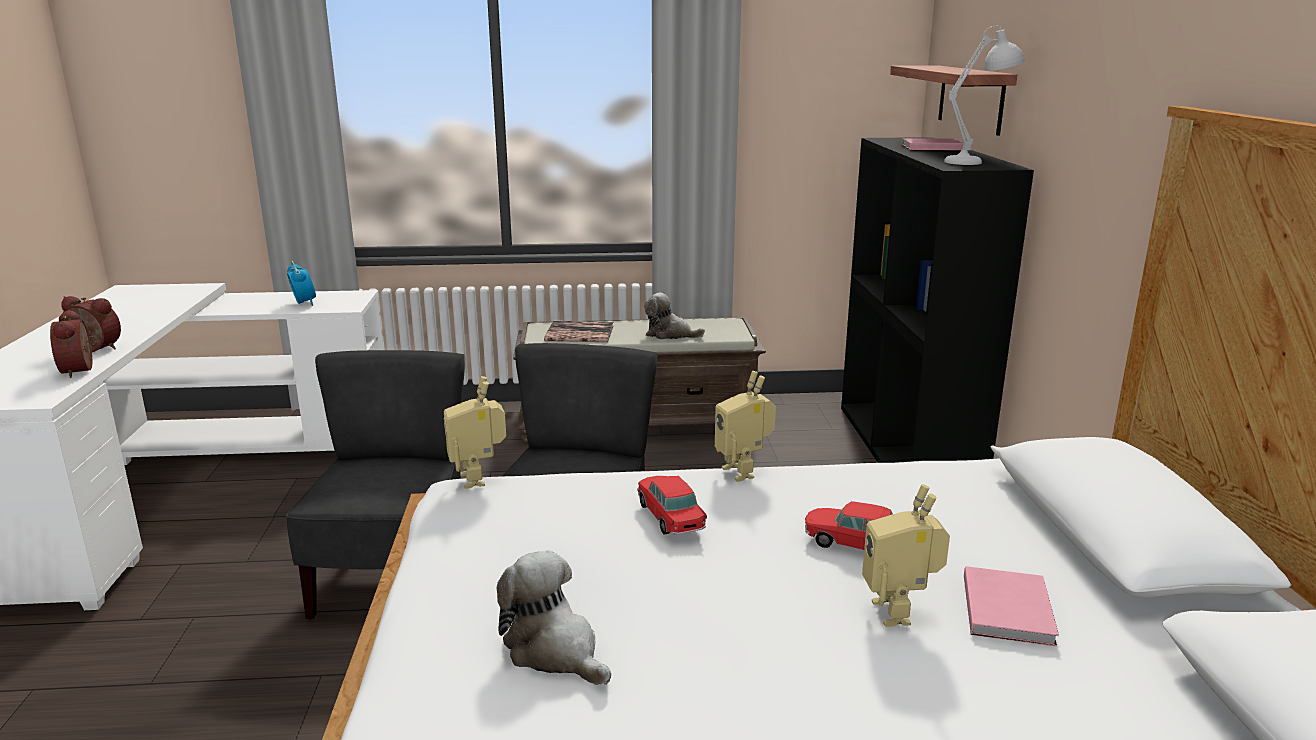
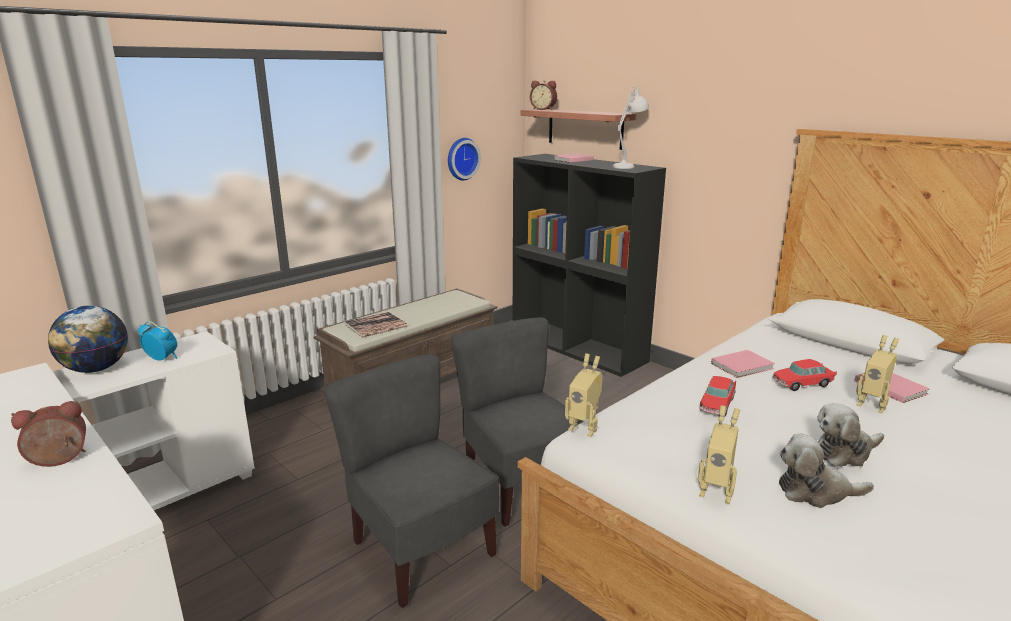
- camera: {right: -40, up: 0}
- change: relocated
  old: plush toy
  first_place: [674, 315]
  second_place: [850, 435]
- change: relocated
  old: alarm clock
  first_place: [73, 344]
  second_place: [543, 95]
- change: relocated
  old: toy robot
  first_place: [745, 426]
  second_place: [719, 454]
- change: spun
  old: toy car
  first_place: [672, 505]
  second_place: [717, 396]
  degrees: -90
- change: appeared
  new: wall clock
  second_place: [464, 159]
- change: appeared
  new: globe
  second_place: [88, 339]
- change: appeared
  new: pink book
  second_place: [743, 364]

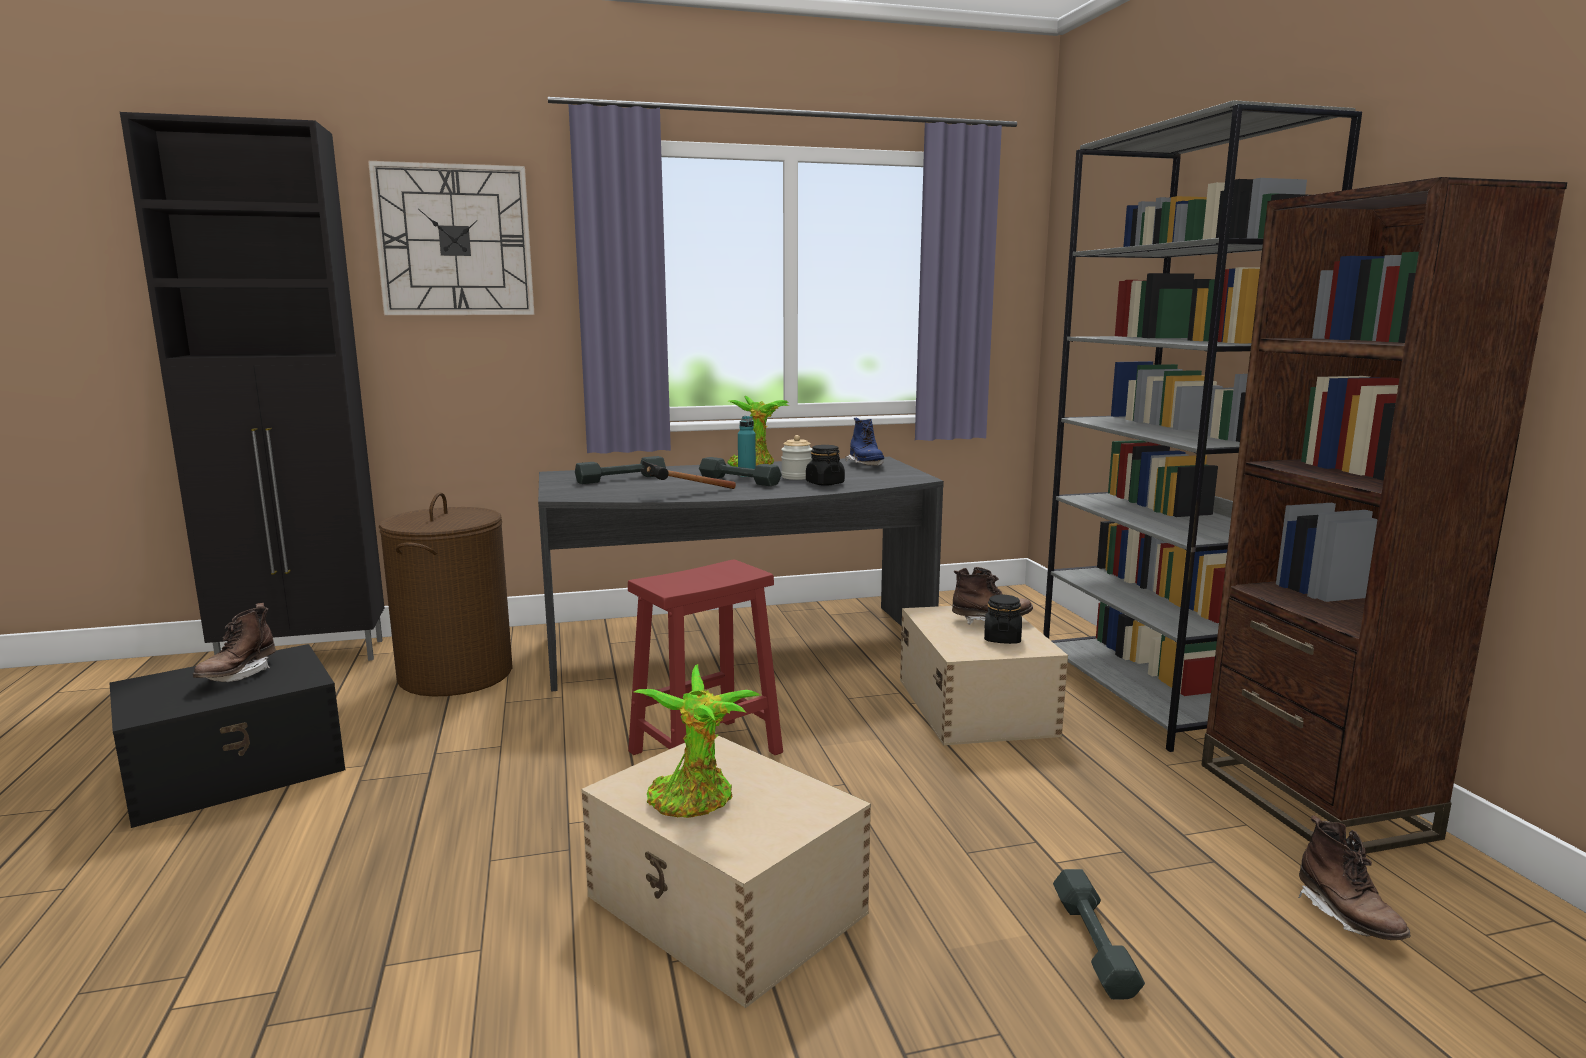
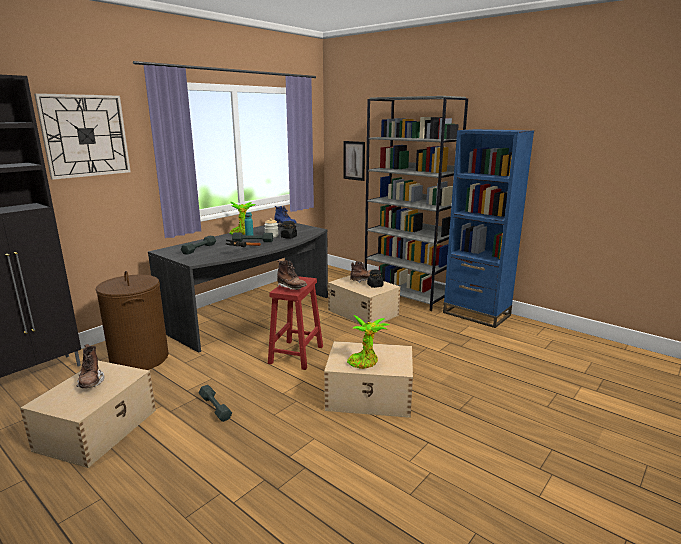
- camera: {right: -35, up: 5}
- change: colour
  old: brown bookcase
  new: blue bookcase
  first_place: [1384, 515]
  second_place: [488, 228]
- change: colour
  old: black storage box
  new: beige storage box
  first_place: [227, 736]
  second_place: [88, 414]
- change: relocated
  old: brown boot
  first_place: [1354, 877]
  second_place: [292, 275]
- change: relocated
  old: grey dumbbell
  first_place: [1099, 934]
  second_place: [215, 403]
- change: appeared
  new: picture
  second_place: [354, 161]

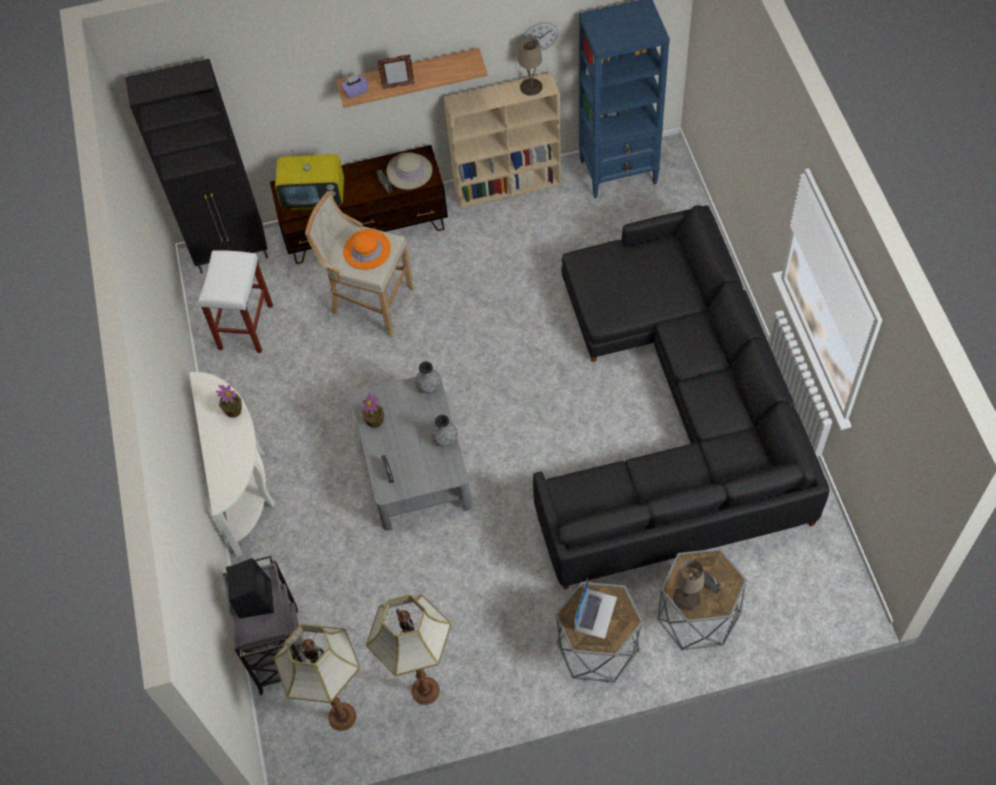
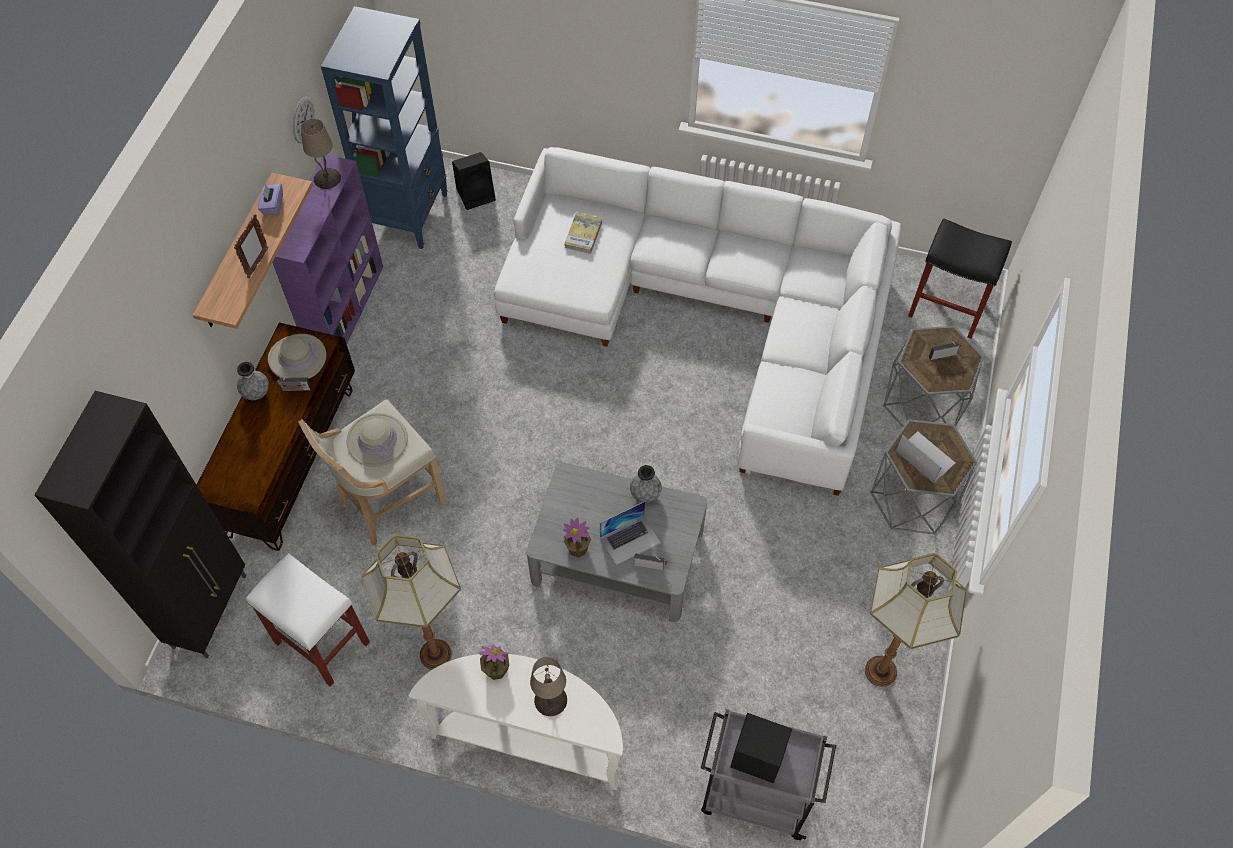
- camera: {right: -65, up: 0}
- change: colour
  old: beige bookcase
  new: purple bookcase
  first_place: [502, 140]
  second_place: [327, 249]
- change: relocated
  old: purple tissue box
  first_place: [354, 86]
  second_place: [270, 199]
- change: missing
  old: television
  first_place: [309, 179]
- change: colour
  old: black sofa
  new: white sofa
  first_place: [681, 397]
  second_place: [697, 321]
- change: colour
  old: orange hat
  new: beige hat
  first_place: [367, 249]
  second_place: [377, 440]
- change: relocated
  old: grey vase
  first_place: [428, 377]
  second_place: [253, 381]
- change: relocated
  old: beige table lamp
  first_place: [689, 585]
  second_place: [548, 686]
- change: relocated
  old: floor lamp
  first_place: [317, 677]
  second_place: [411, 602]
- change: appeared
  new: black speaker
  second_place: [474, 181]
- change: appeared
  new: book
  second_place: [583, 233]
- change: appeared
  new: black stool
  second_place: [960, 279]
- change: appeared
  new: laptop
  second_place: [630, 533]

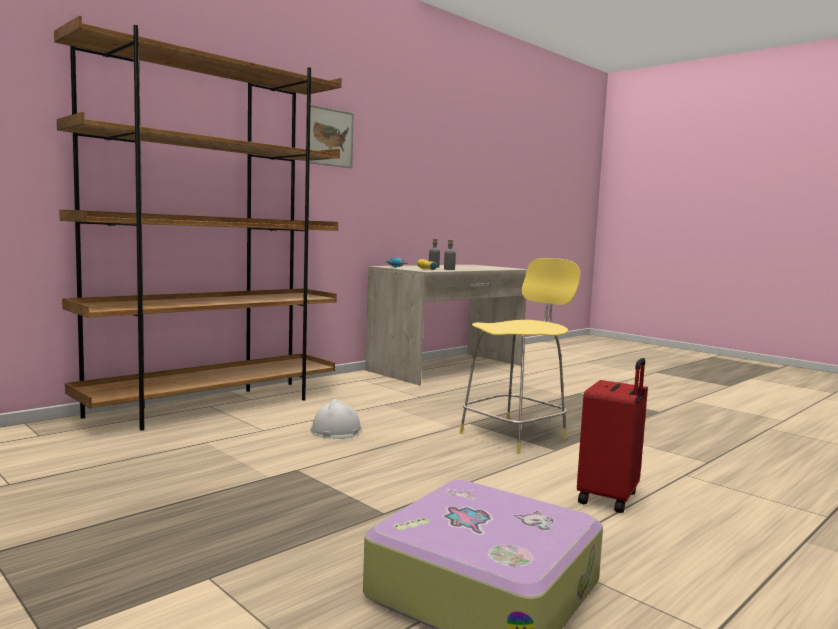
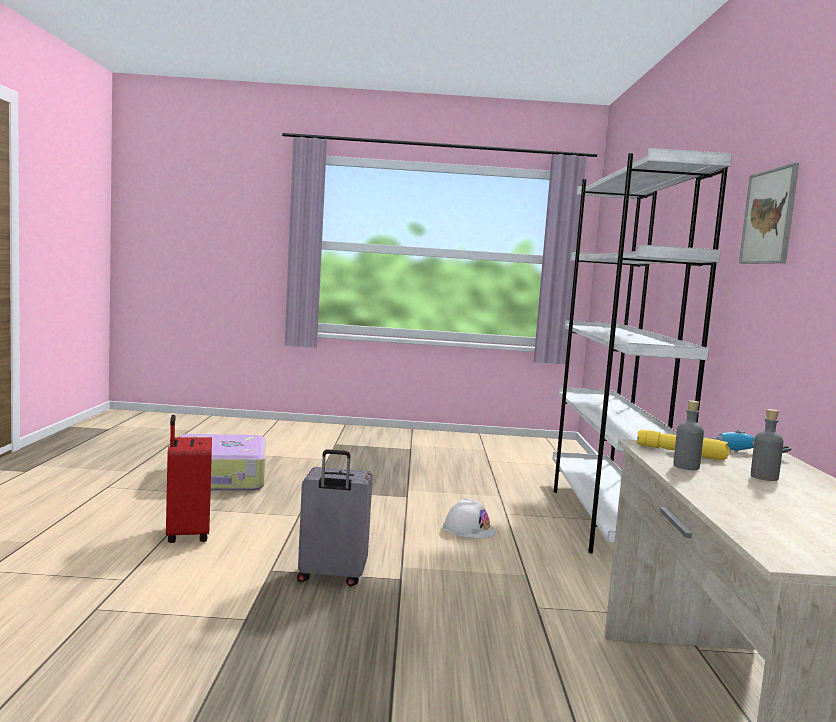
- camera: {right: 135, up: 0}
- change: colour
  old: brown bookcase
  new: white bookcase
  first_place: [198, 223]
  second_place: [642, 350]
- change: exchanged
  old: yellow stool
  new: grey suitcase
  first_place: [520, 356]
  second_place: [335, 517]

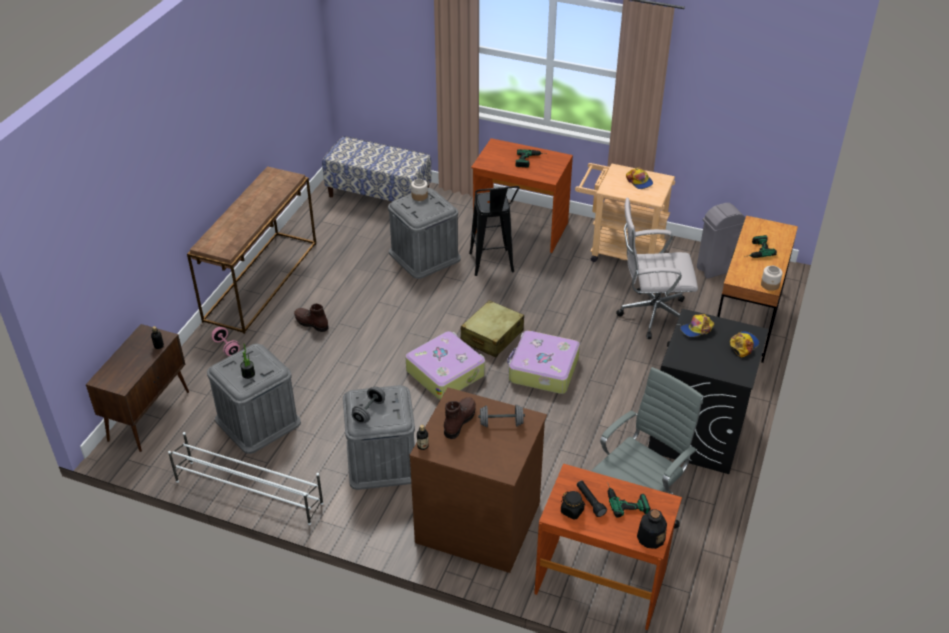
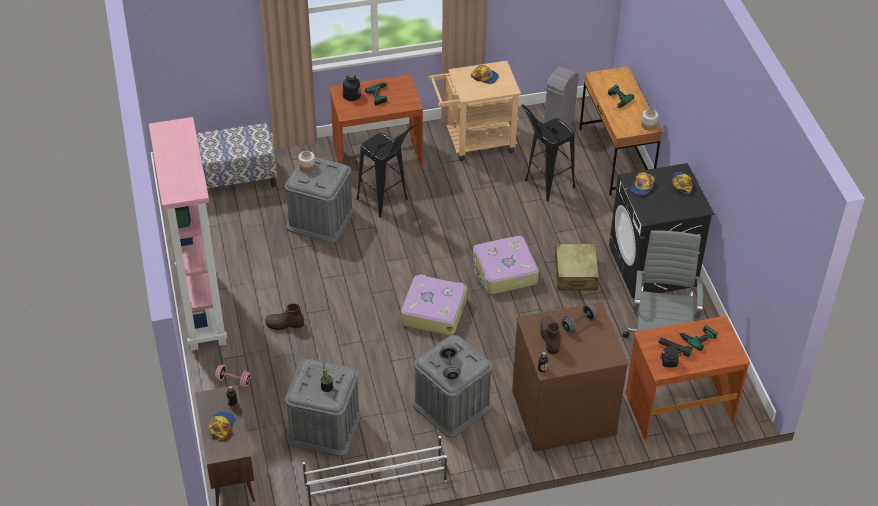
- camera: {right: -35, up: 5}
- change: exchanged
  old: brown console table
  new: pink bookcase
  first_place: [251, 250]
  second_place: [188, 234]
- change: exchanged
  old: white office chair
  new: black stool
  first_place: [657, 268]
  second_place: [548, 153]
- change: relocated
  old: beige suitcase
  first_place: [492, 328]
  second_place: [576, 267]
- change: relocated
  old: bottle
  first_place: [652, 529]
  second_place: [352, 87]
- change: appeared
  new: cap
  second_place: [222, 425]

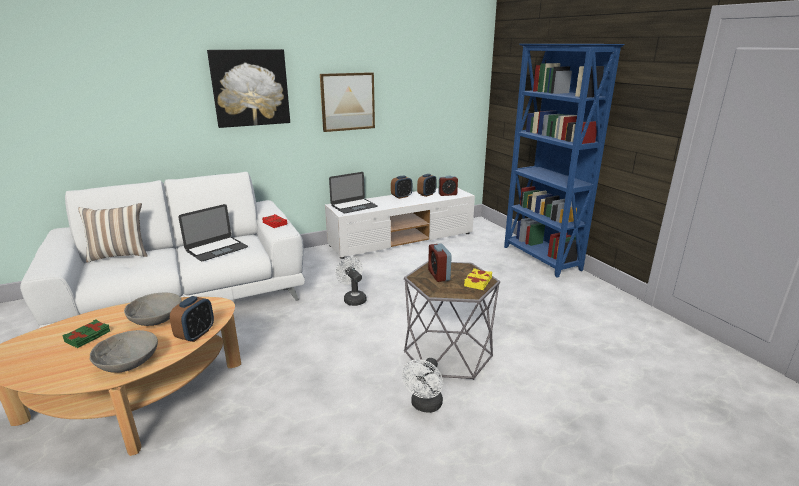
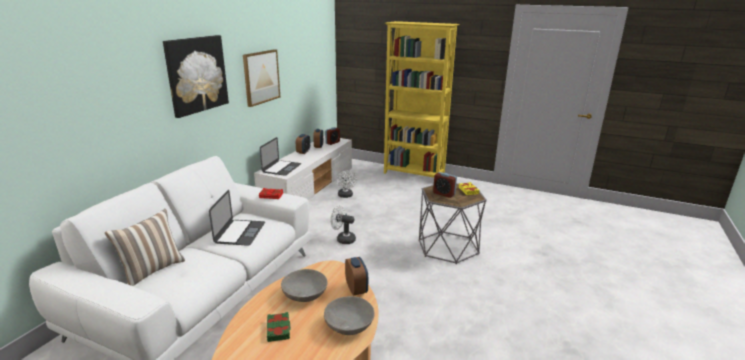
- camera: {right: -40, up: 0}
- change: colour
  old: blue bookcase
  new: yellow bookcase
  first_place: [564, 160]
  second_place: [421, 99]
- change: relocated
  old: white fan
  first_place: [422, 385]
  second_place: [347, 184]

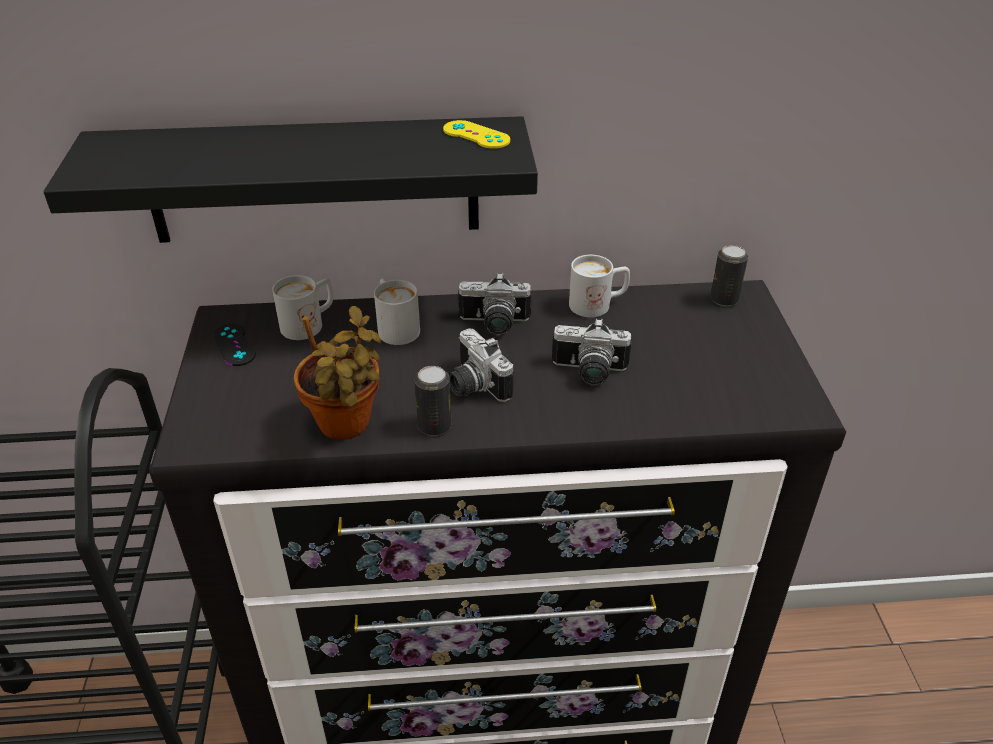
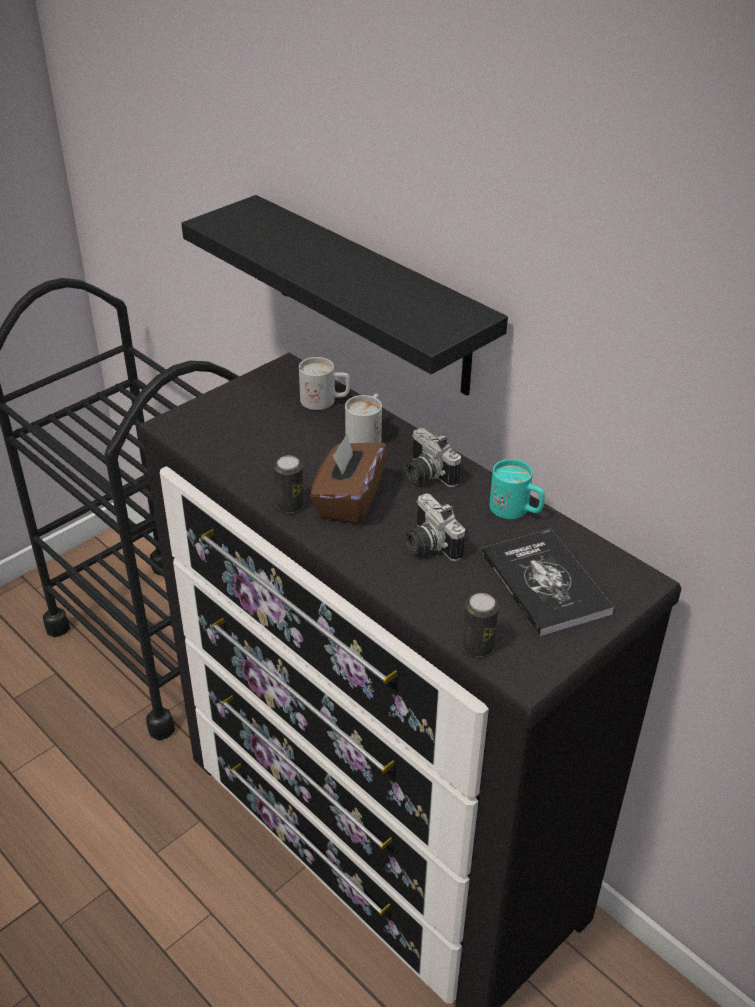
- camera: {right: 50, up: 0}
- change: missing
  old: yellow game controller
  first_place: [476, 134]
- change: relocated
  old: can
  first_place: [729, 275]
  second_place: [480, 625]
- change: colour
  old: white mug
  new: turquoise mug
  first_place: [599, 286]
  second_place: [517, 489]
- change: missing
  old: potted plant
  first_place: [338, 373]
- change: missing
  old: black game controller
  first_place: [234, 345]
- change: exchanged
  old: photo camera
  new: brown tissue box
  first_place: [481, 365]
  second_place: [348, 479]
- change: appeared
  new: book
  second_place: [547, 583]

